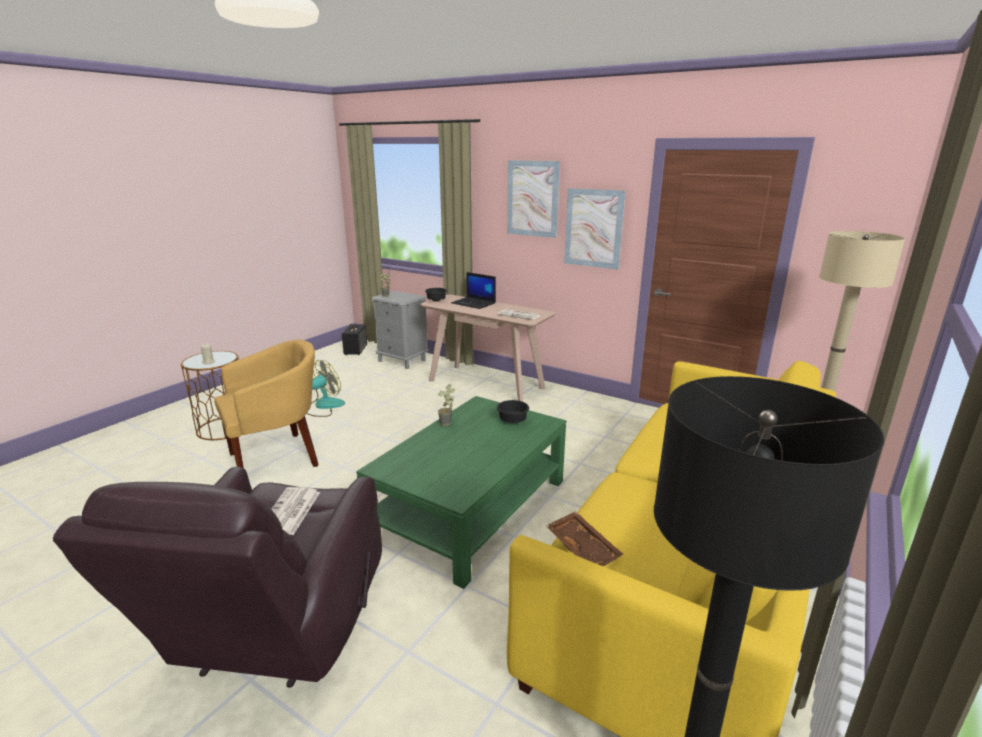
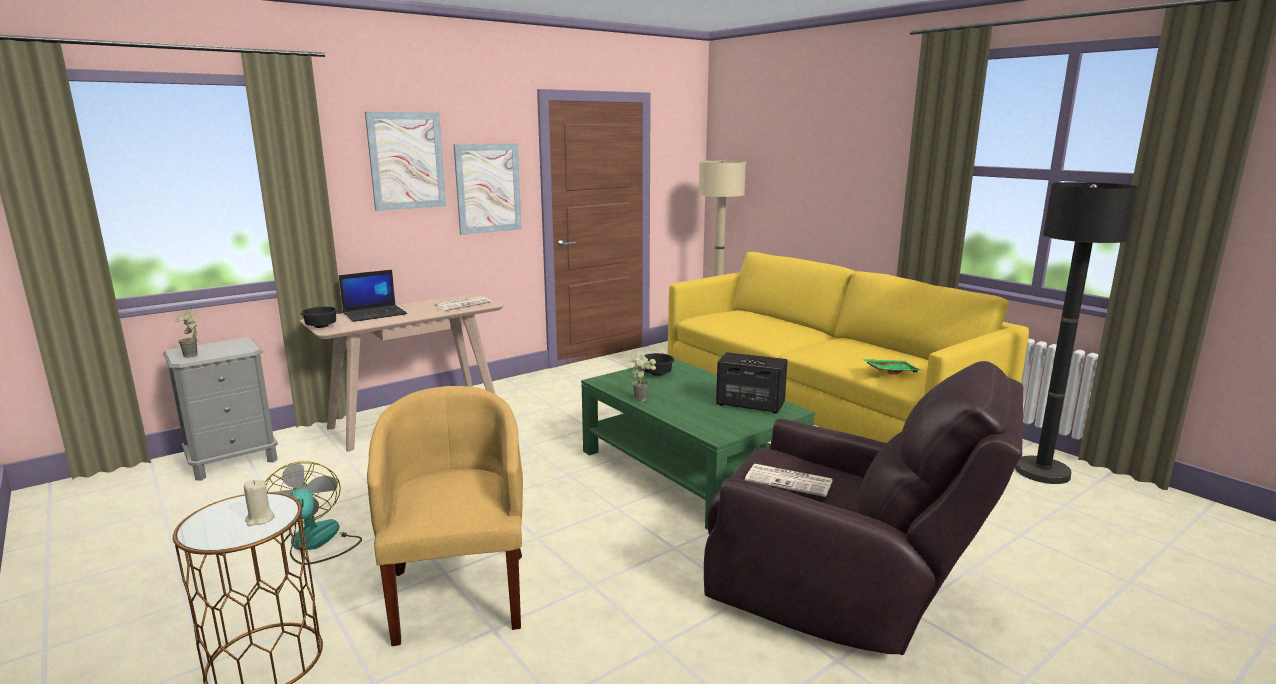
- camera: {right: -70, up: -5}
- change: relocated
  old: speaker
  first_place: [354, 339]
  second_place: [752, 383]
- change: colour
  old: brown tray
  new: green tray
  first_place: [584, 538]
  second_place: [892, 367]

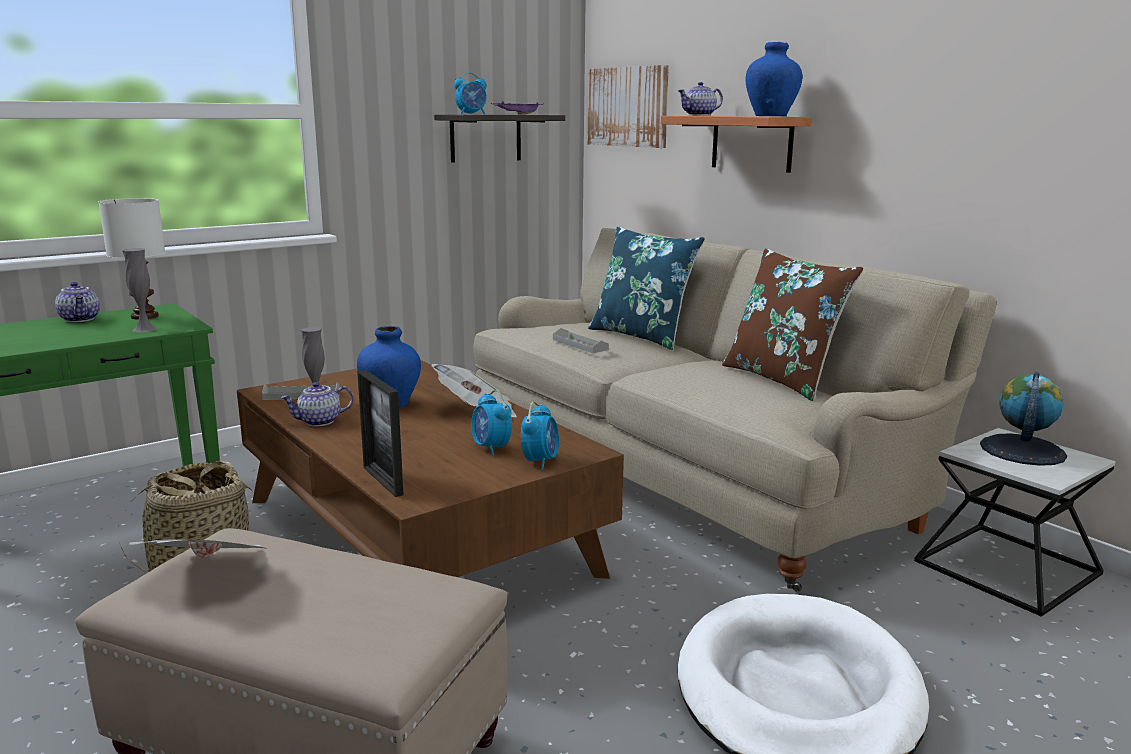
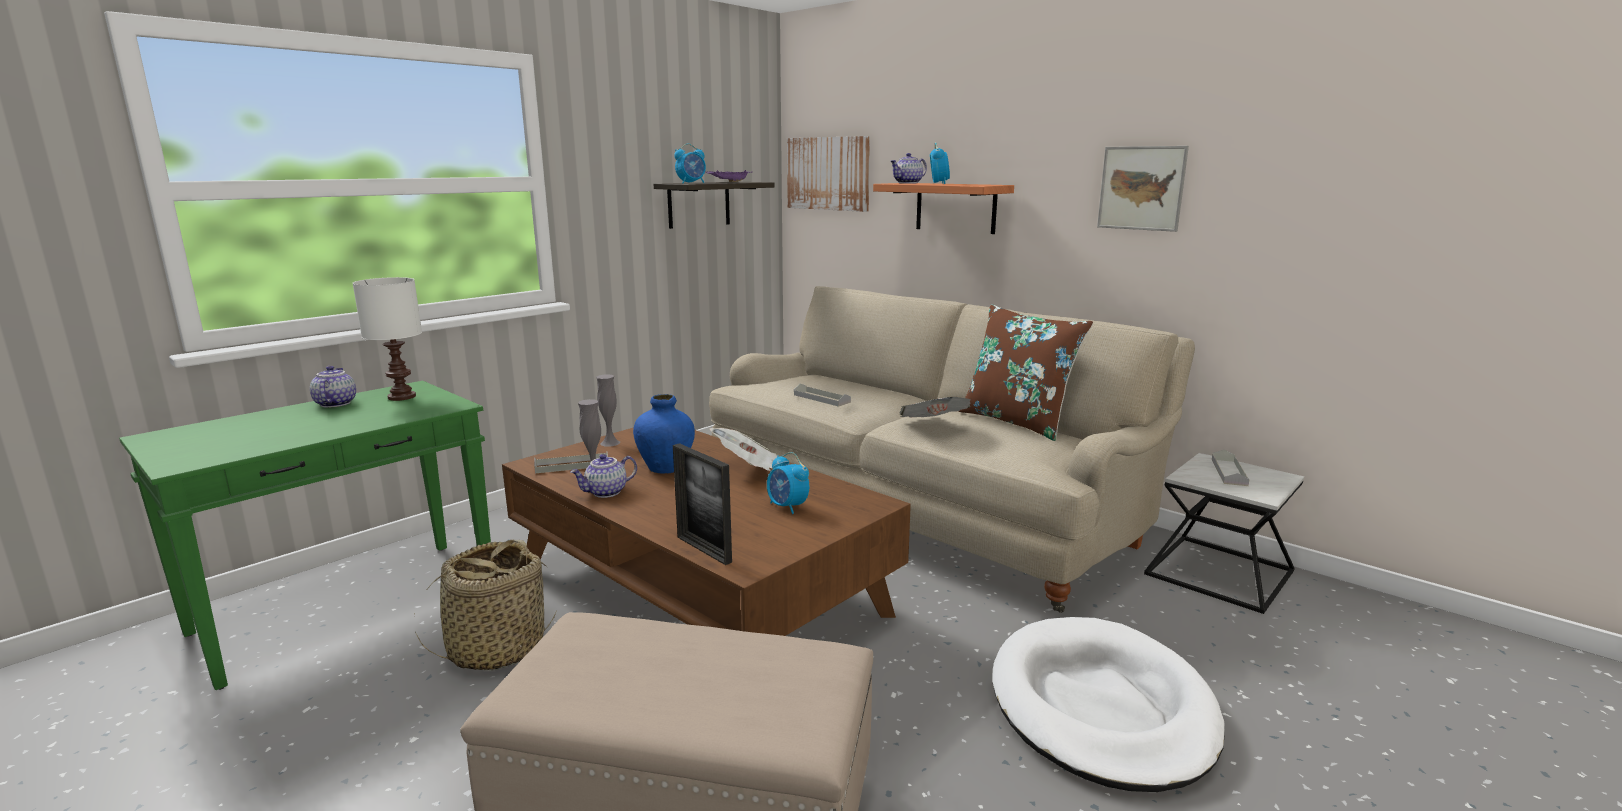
- camera: {right: -10, up: 0}
- change: missing
  old: blue vase
  first_place: [773, 79]
- change: missing
  old: blue pillow
  first_place: [646, 288]
- change: relocated
  old: grey vase
  first_place: [140, 290]
  second_place: [608, 410]
- change: spun
  old: teapot
  first_place: [77, 302]
  second_place: [333, 387]
  degrees: -150
- change: exchanged
  old: globe
  new: grey tray
  first_place: [1023, 419]
  second_place: [1231, 468]
- change: relocated
  old: alarm clock
  first_place: [540, 436]
  second_place: [940, 163]
- change: relocated
  old: newspaper
  first_place: [196, 549]
  second_place: [935, 407]
- change: appeared
  new: picture
  second_place: [1143, 189]

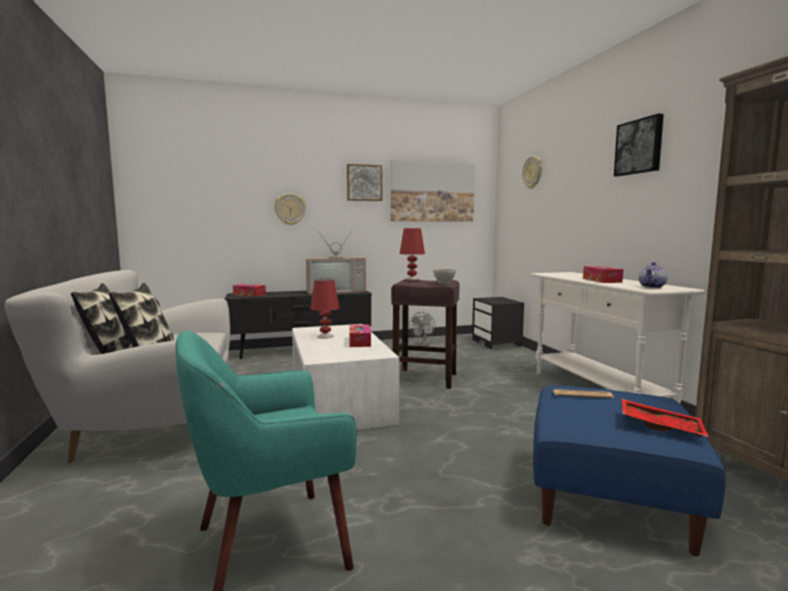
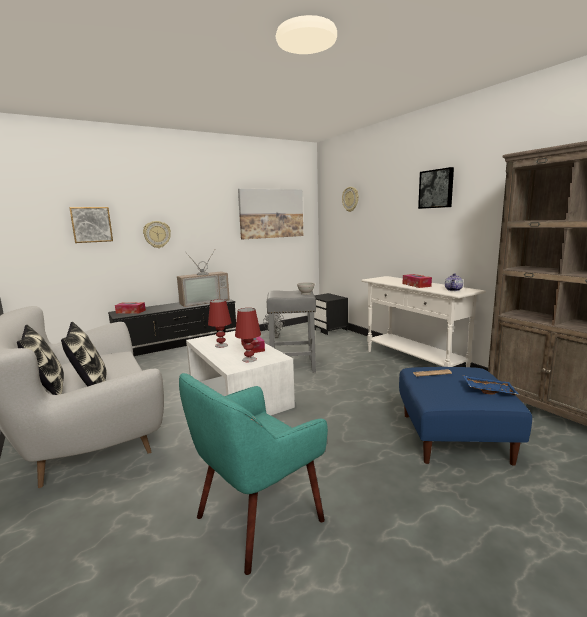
- camera: {right: -15, up: 5}
- change: relocated
  old: picture
  first_place: [364, 182]
  second_place: [91, 225]
- change: relocated
  old: red table lamp
  first_place: [412, 254]
  second_place: [248, 335]
- change: colour
  old: brown stool
  new: grey stool
  first_place: [425, 334]
  second_place: [291, 331]
- change: colour
  old: red tray
  new: blue tray
  first_place: [665, 418]
  second_place: [491, 385]

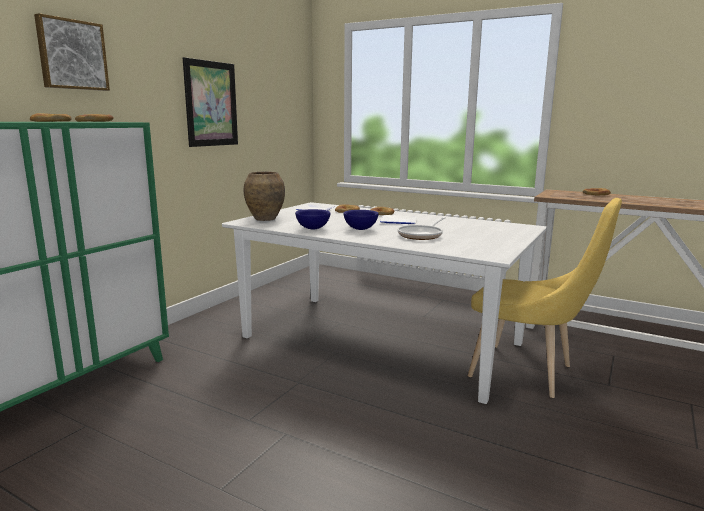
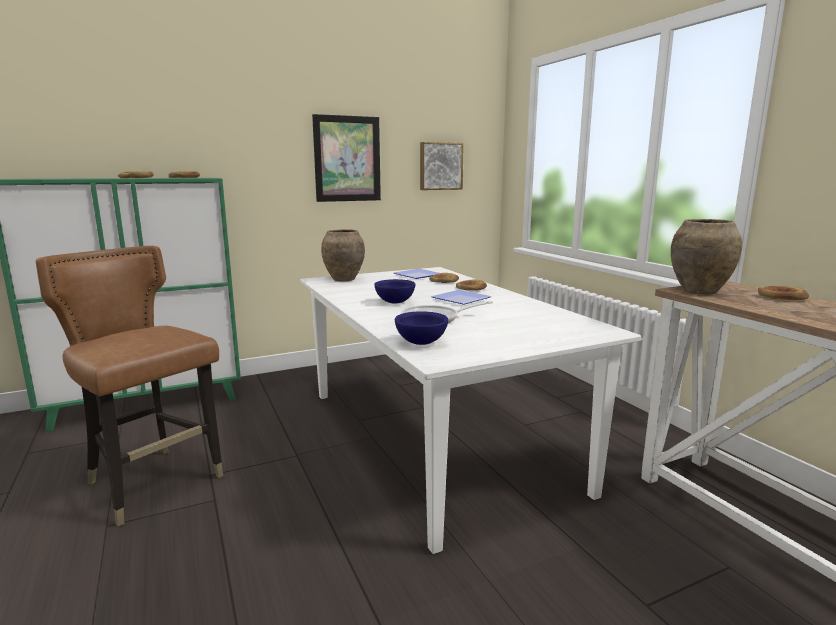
- camera: {right: 35, up: 0}
- change: relocated
  old: picture
  first_place: [72, 52]
  second_place: [442, 166]
- change: missing
  old: yellow chair
  first_place: [545, 298]
- change: relocated
  old: blue bowl
  first_place: [312, 219]
  second_place: [421, 328]
- change: appeared
  new: brown vase
  second_place: [706, 256]
- change: appeared
  new: brown chair
  second_place: [129, 386]

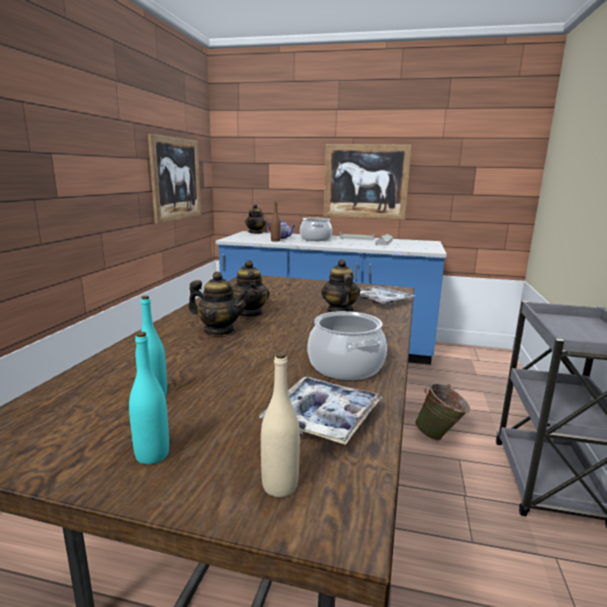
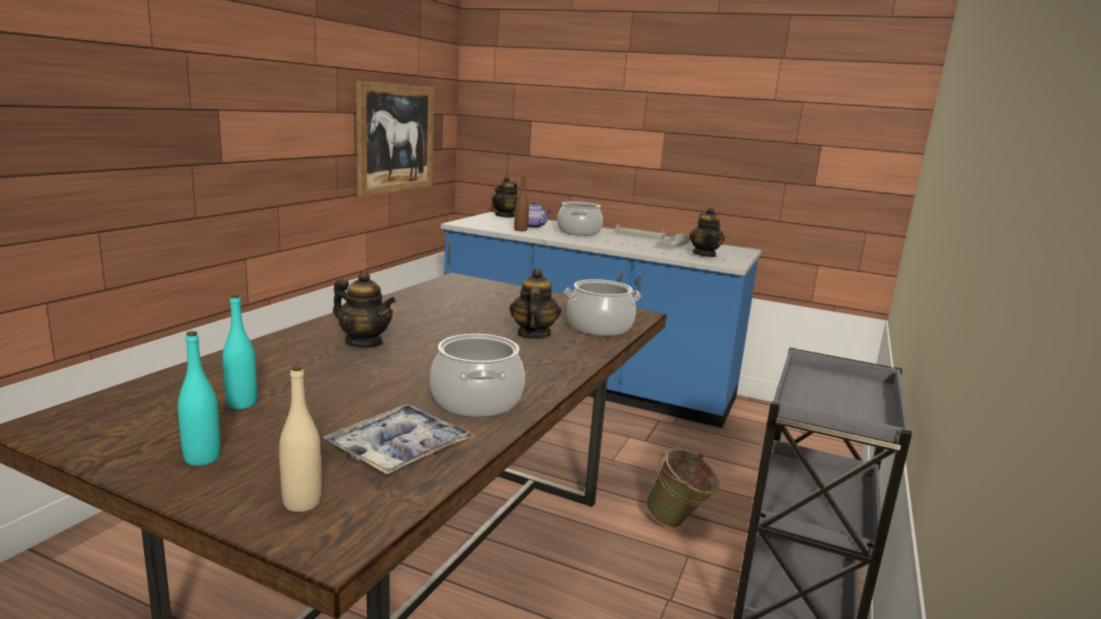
- camera: {right: 10, up: 0}
- change: missing
  old: picture
  first_place: [367, 182]
- change: relocated
  old: teapot
  first_place: [251, 288]
  second_place: [707, 232]
- change: exchanged
  old: tray
  new: cooking pot
  first_place: [387, 295]
  second_place: [602, 307]

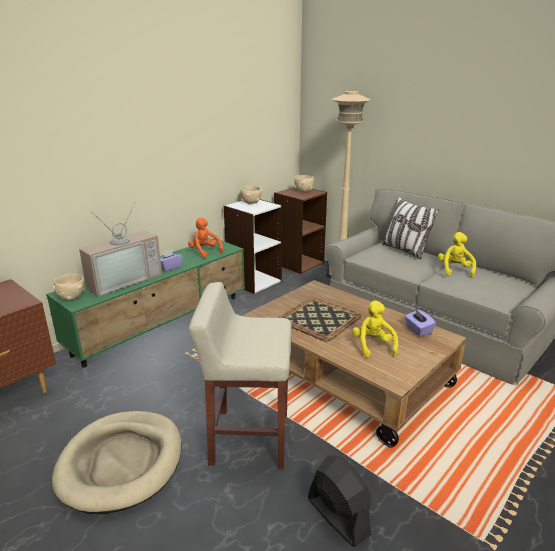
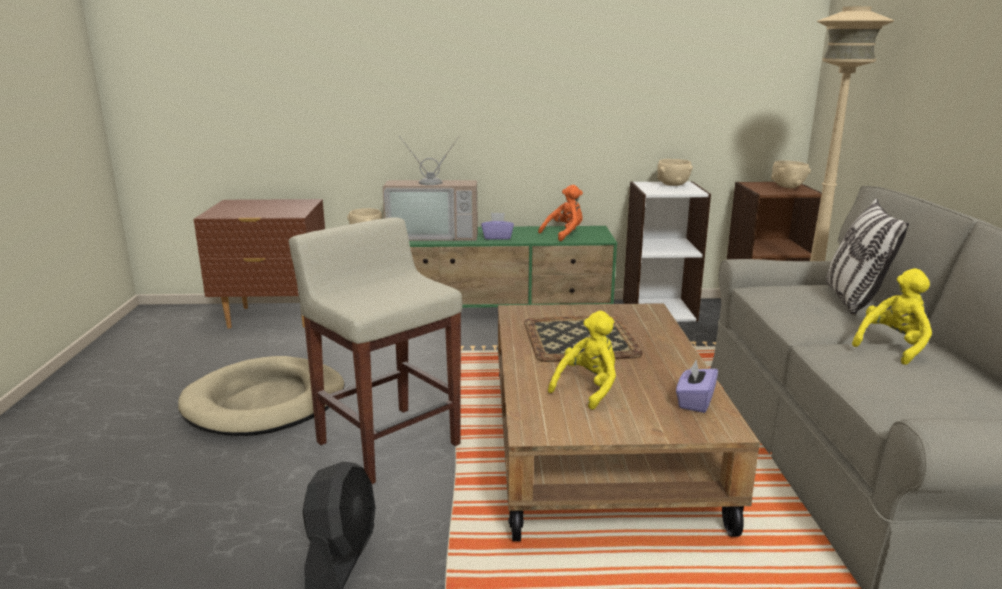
- camera: {right: 45, up: -5}
- change: spun
  old: orange plush toy
  first_place: [205, 238]
  second_place: [560, 213]
  degrees: 45

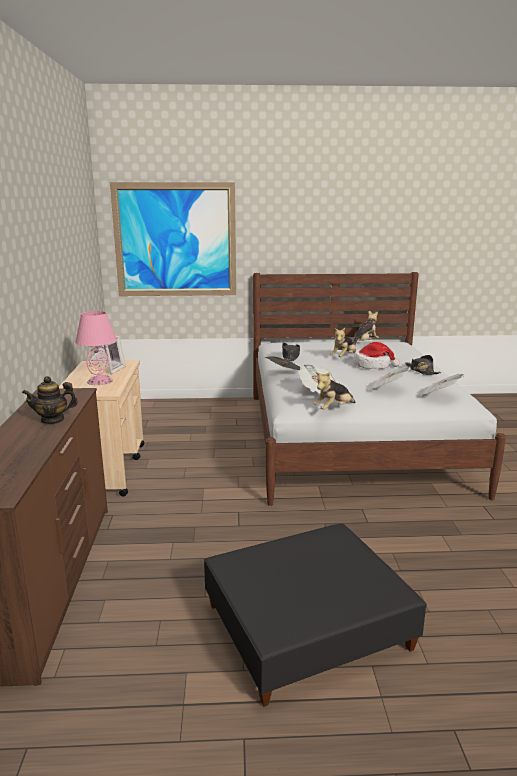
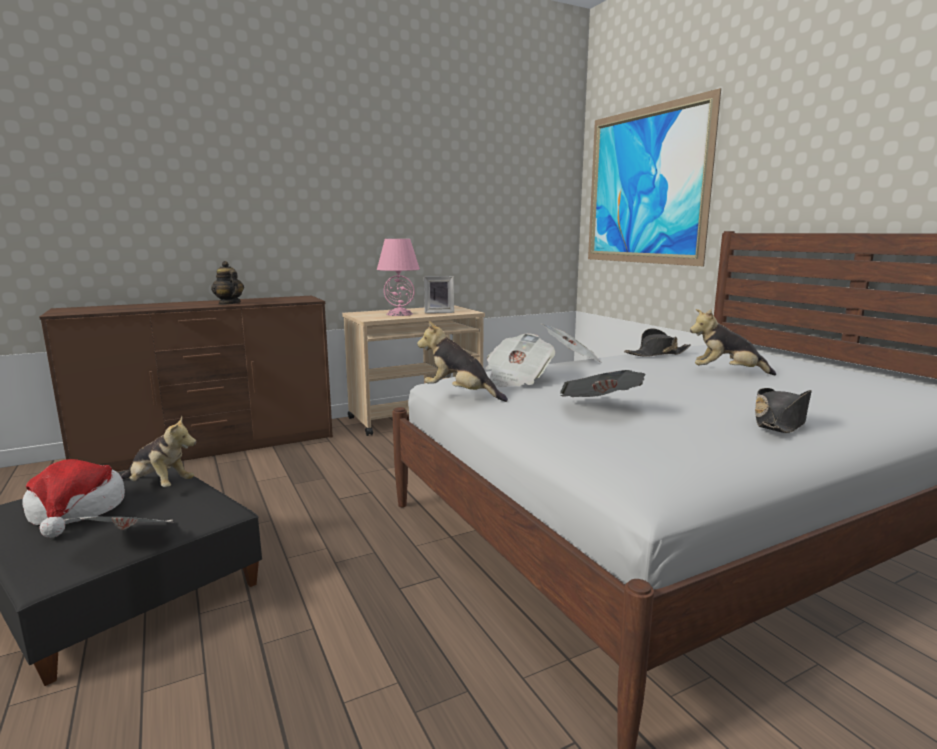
- camera: {right: 65, up: -5}
- change: relocated
  old: plush toy
  first_place: [366, 328]
  second_place: [158, 451]
- change: relocated
  old: hat
  first_place: [376, 355]
  second_place: [73, 498]
- change: relocated
  old: newspaper
  first_place: [440, 385]
  second_place: [119, 523]

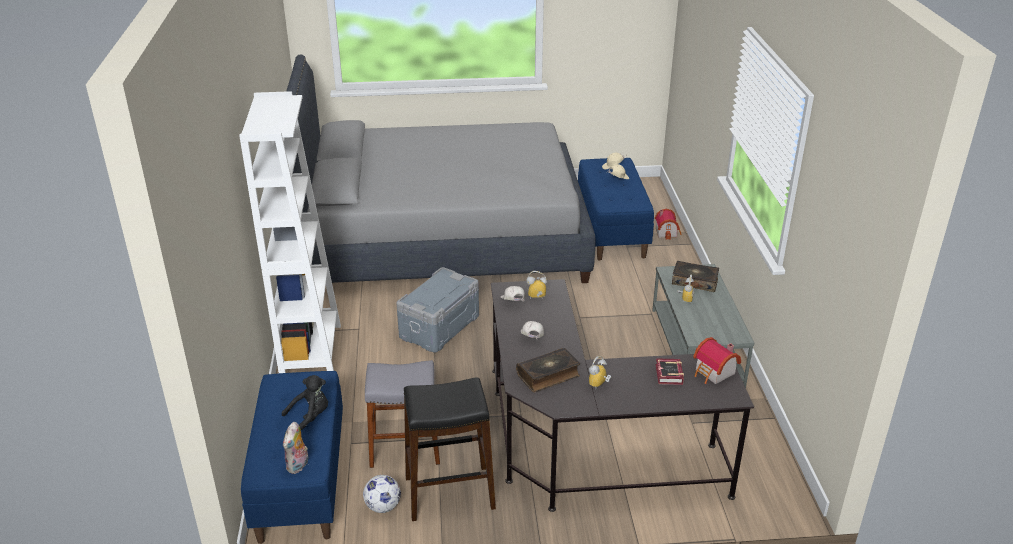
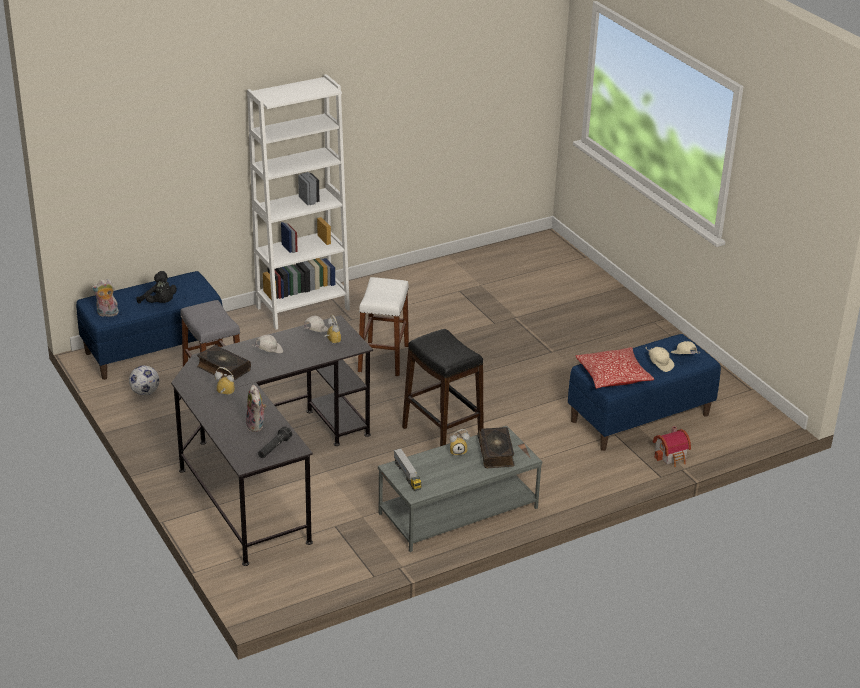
- camera: {right: 65, up: 0}
- change: missing
  old: grey bed
  first_place: [441, 168]
- change: exchanged
  old: grey storage box
  new: white stool
  first_place: [437, 310]
  second_place: [383, 326]
- change: exchanged
  old: toy house
  new: black flashlight
  first_place: [717, 360]
  second_place: [275, 442]
- change: exchanged
  old: book
  new: plush toy
  first_place: [670, 371]
  second_place: [256, 408]
- change: relocated
  old: black stool
  first_place: [450, 449]
  second_place: [442, 387]
- change: appeared
  new: pillow
  second_place: [614, 368]
- change: appeared
  new: toy truck
  second_place: [408, 470]

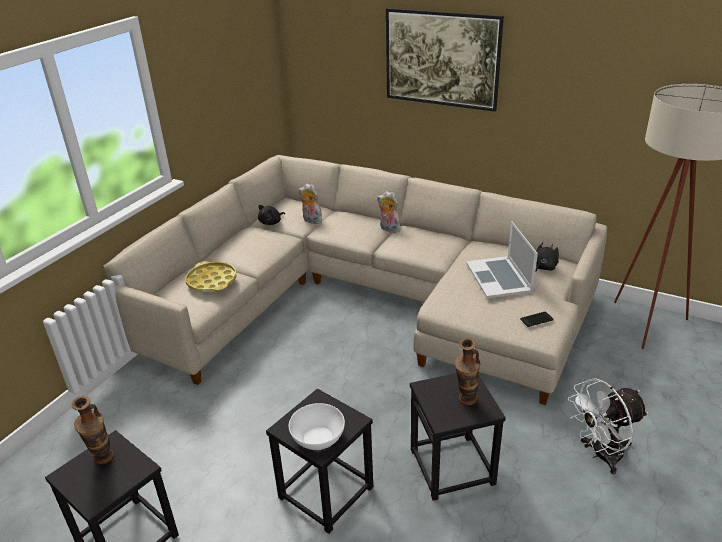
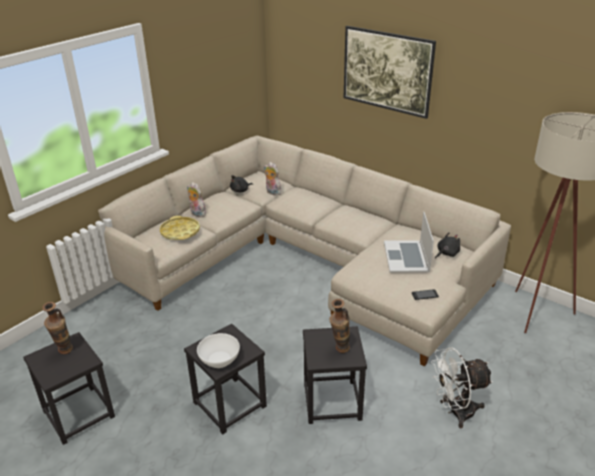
- camera: {right: 10, up: 0}
- change: relocated
  old: plush toy
  first_place: [389, 212]
  second_place: [196, 200]

